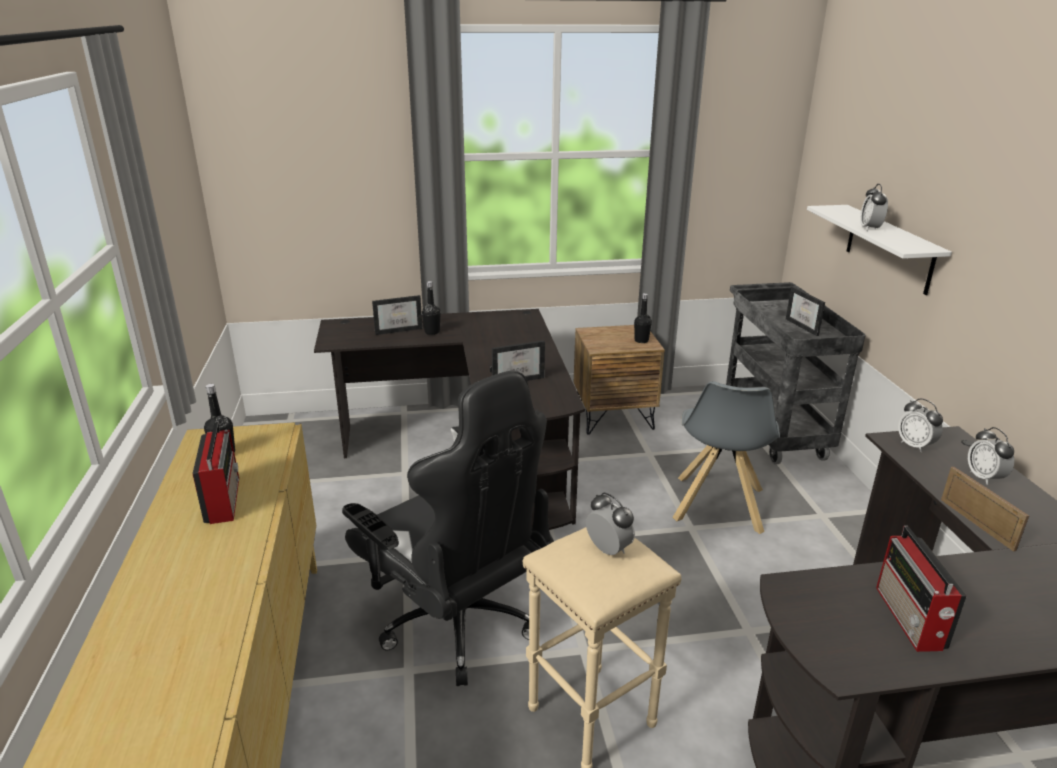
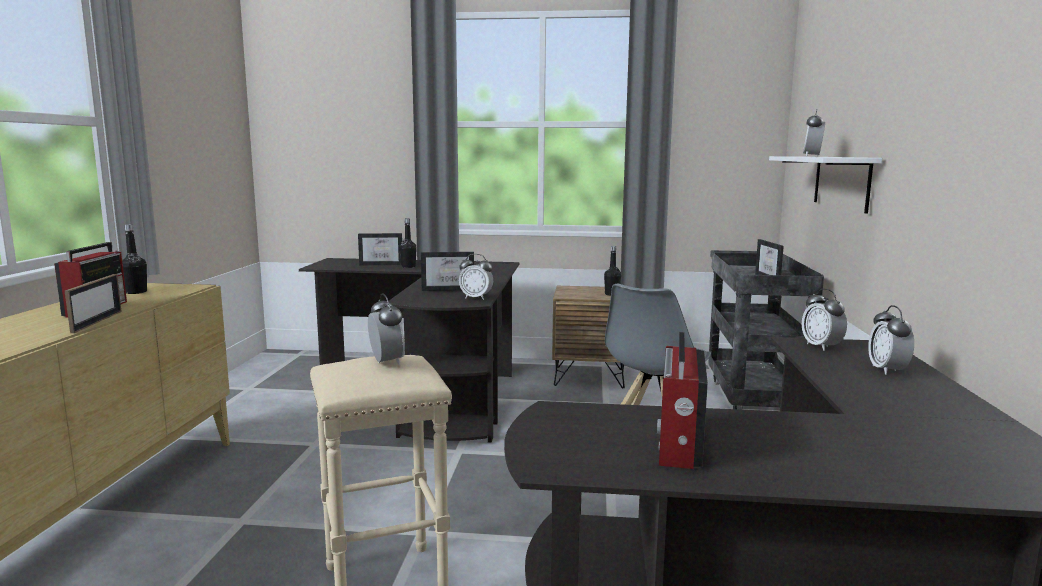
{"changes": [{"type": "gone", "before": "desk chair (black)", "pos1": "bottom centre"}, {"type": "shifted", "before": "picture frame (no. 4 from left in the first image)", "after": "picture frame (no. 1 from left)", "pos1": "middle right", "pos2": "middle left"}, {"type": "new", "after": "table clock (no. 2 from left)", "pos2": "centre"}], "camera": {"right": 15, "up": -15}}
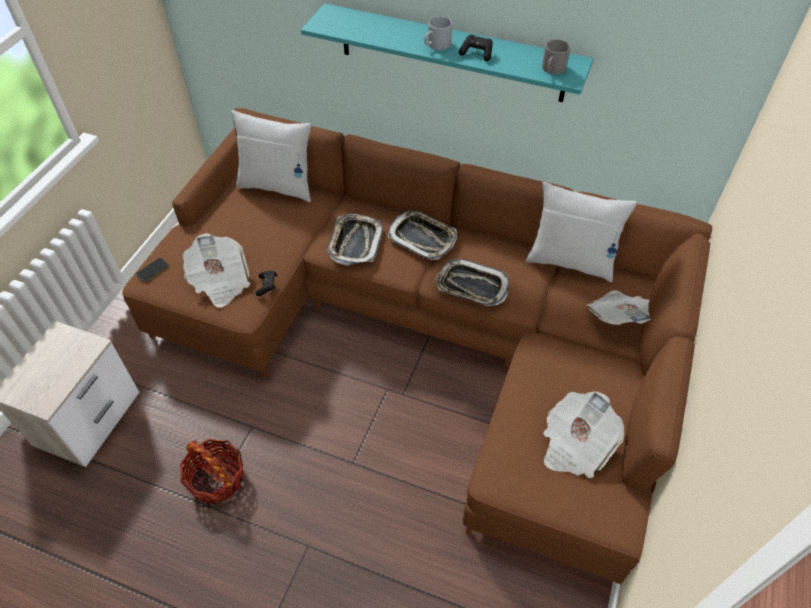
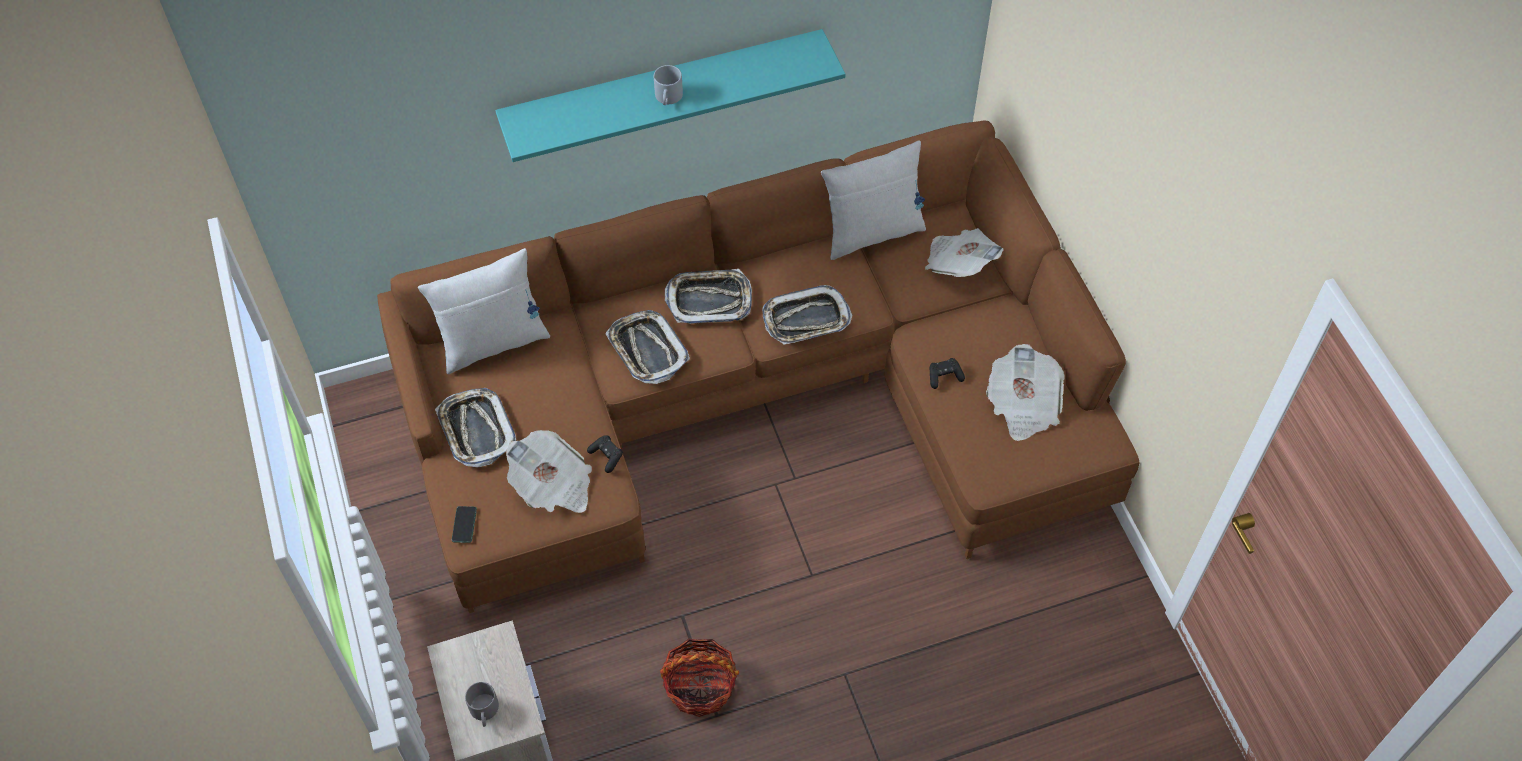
{"changes": [{"type": "shifted", "before": "game controller (black) (no. 2 from left)", "pos1": "top centre", "pos2": "centre"}, {"type": "shifted", "before": "coffee mug (grey) (no. 2 from left in the first image)", "after": "coffee mug (grey) (no. 1 from left)", "pos1": "top right", "pos2": "bottom left"}, {"type": "new", "after": "tray (no. 1 from left)", "pos2": "middle left"}], "camera": {"right": -40, "up": 5}}
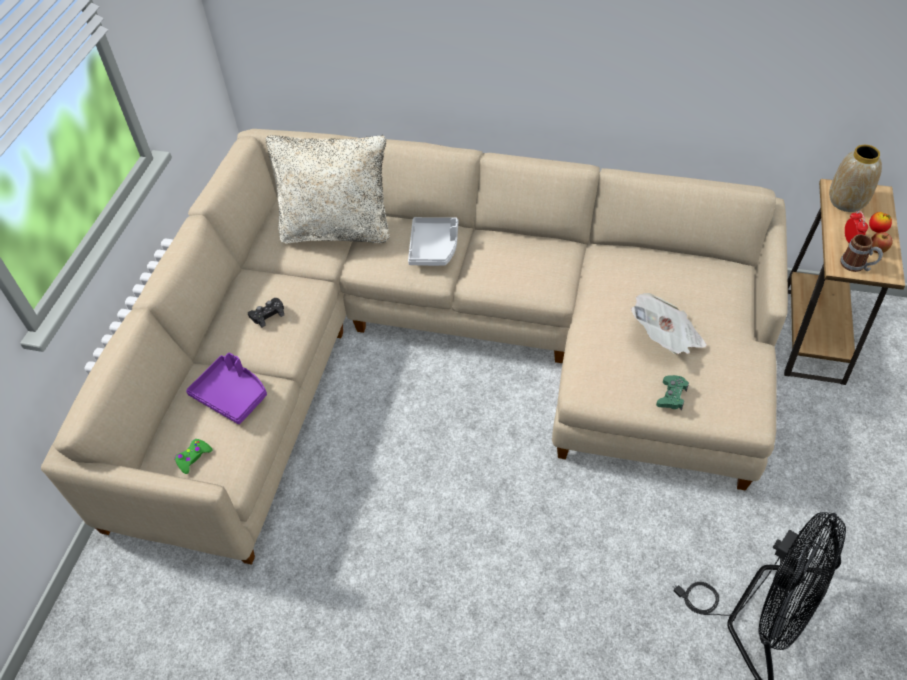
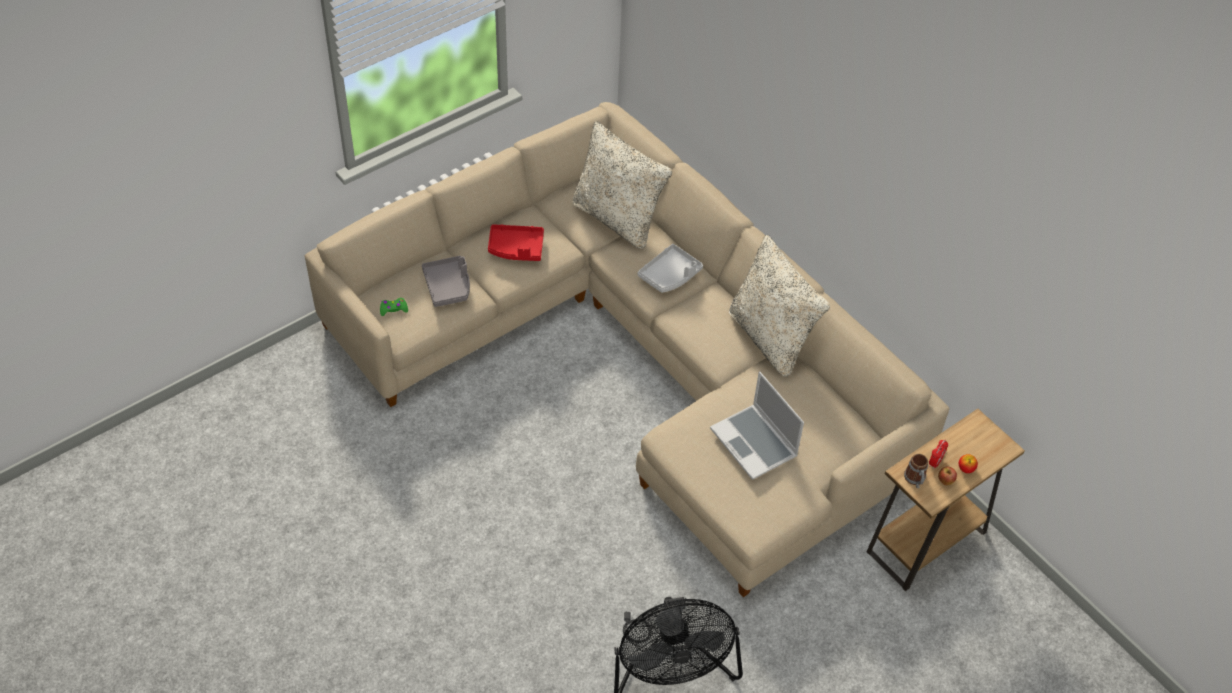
{"changes": [{"type": "gone", "before": "decorative vase", "pos1": "top right"}, {"type": "swapped", "before": "newspaper", "after": "notebook computer", "pos1": "middle right", "pos2": "centre"}, {"type": "swapped", "before": "game controller (black)", "after": "tray (red)", "pos1": "middle left", "pos2": "centre"}, {"type": "repainted", "before": "tray (purple-coloured)", "after": "tray (grey) (no. 1 from left)", "pos1": "middle left", "pos2": "centre"}, {"type": "gone", "before": "game controller (green) (no. 2 from left)", "pos1": "middle right"}, {"type": "new", "after": "throw pillow (beige-coloured) (no. 2 from left)", "pos2": "centre"}], "camera": {"right": 35, "up": 0}}
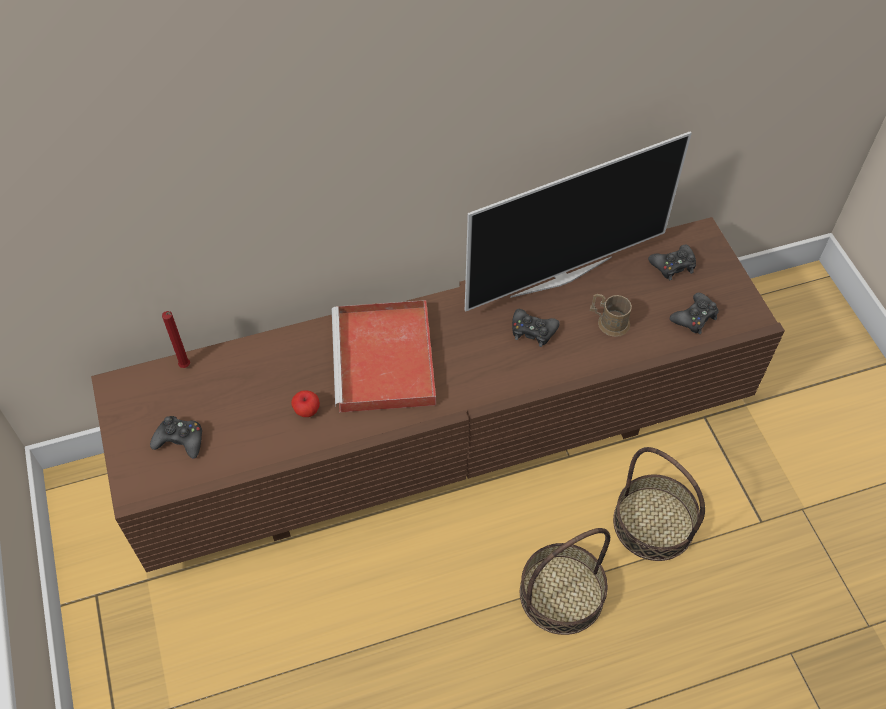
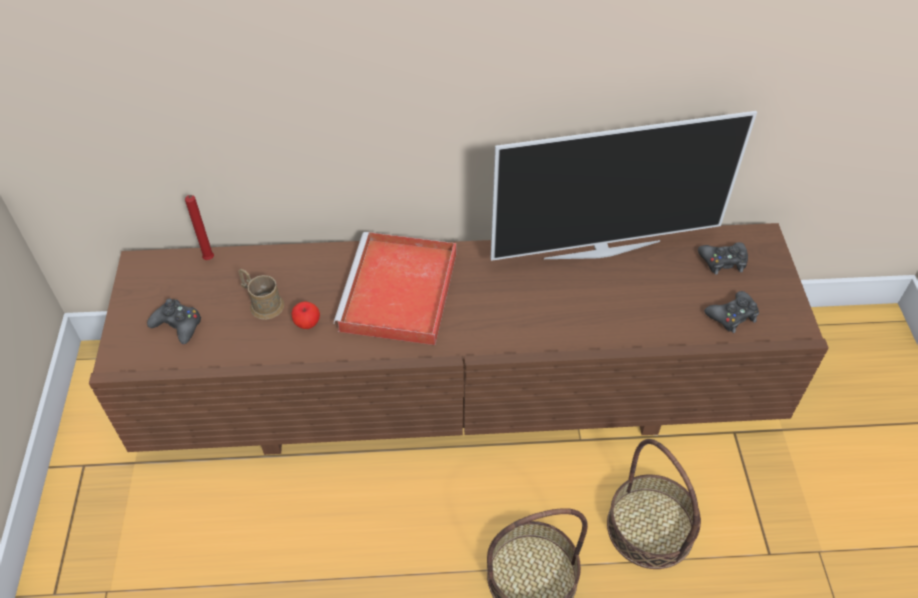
{"changes": [{"type": "shifted", "before": "coffee mug (brown-coloured)", "pos1": "middle right", "pos2": "middle left"}, {"type": "gone", "before": "game controller (black) (no. 2 from left)", "pos1": "centre"}], "camera": {"right": 15, "up": -5}}
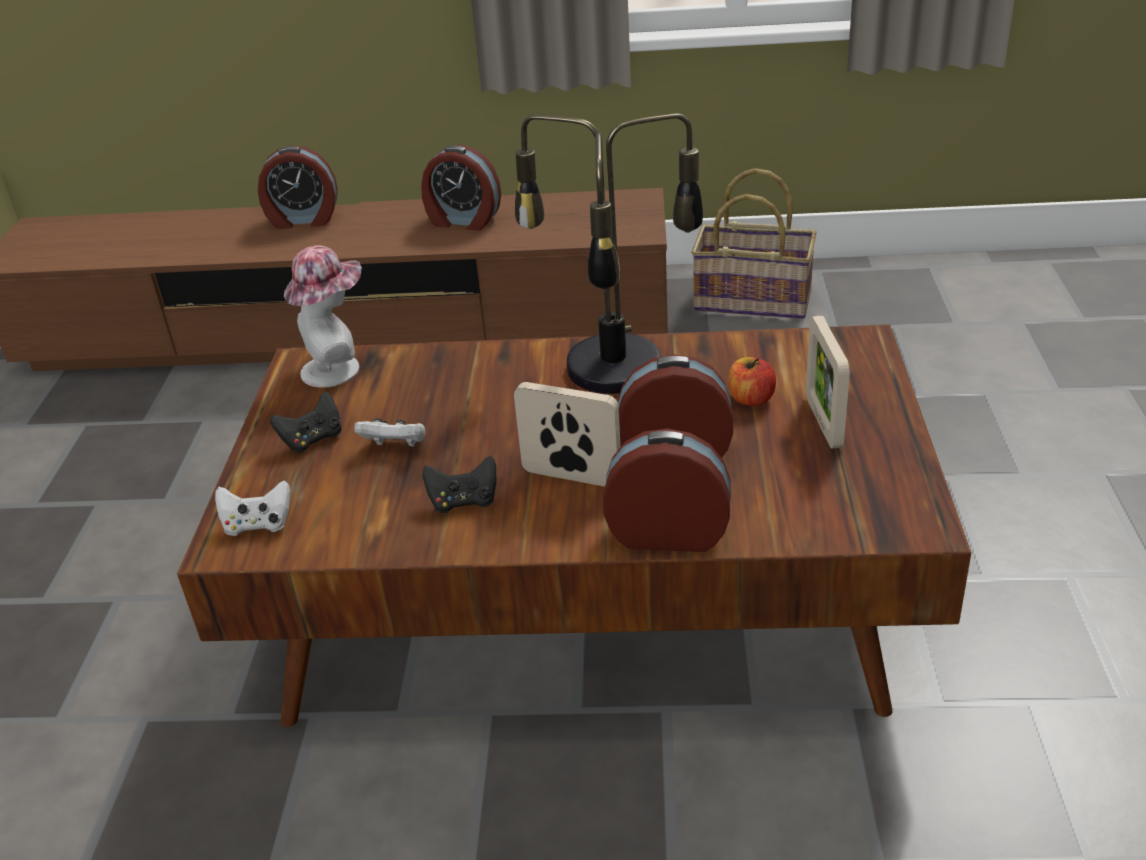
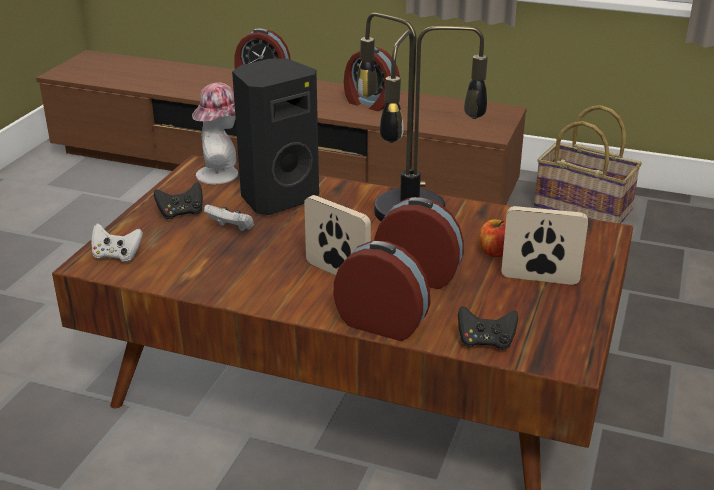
{"changes": [{"type": "rotated", "before": "picture frame (no. 2 from left)", "pos1": "middle right", "pos2": "middle right", "turn": 90}, {"type": "shifted", "before": "game controller (black) (no. 2 from left)", "pos1": "centre", "pos2": "bottom right"}, {"type": "new", "after": "loudspeaker (black)", "pos2": "top centre"}], "camera": {"right": 15, "up": -5}}
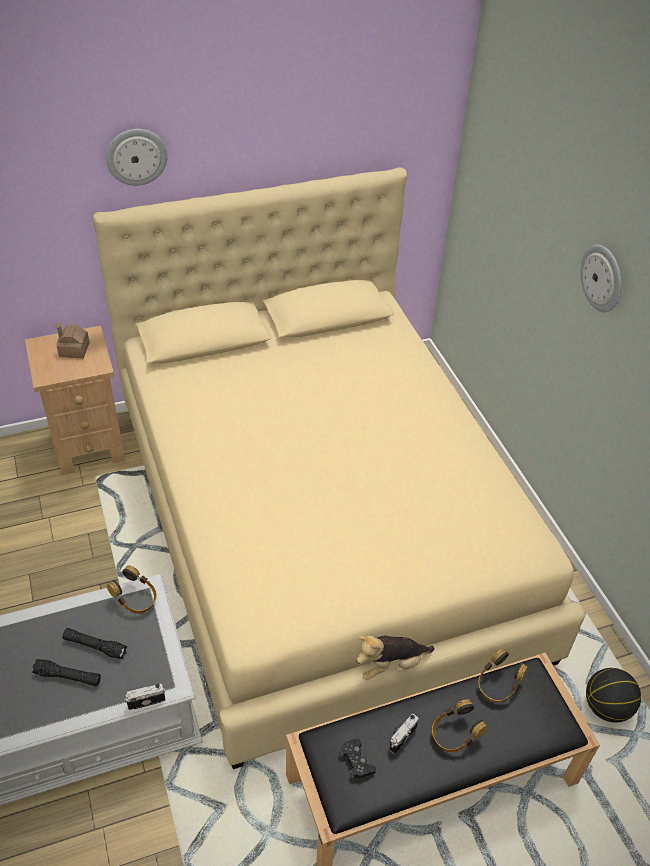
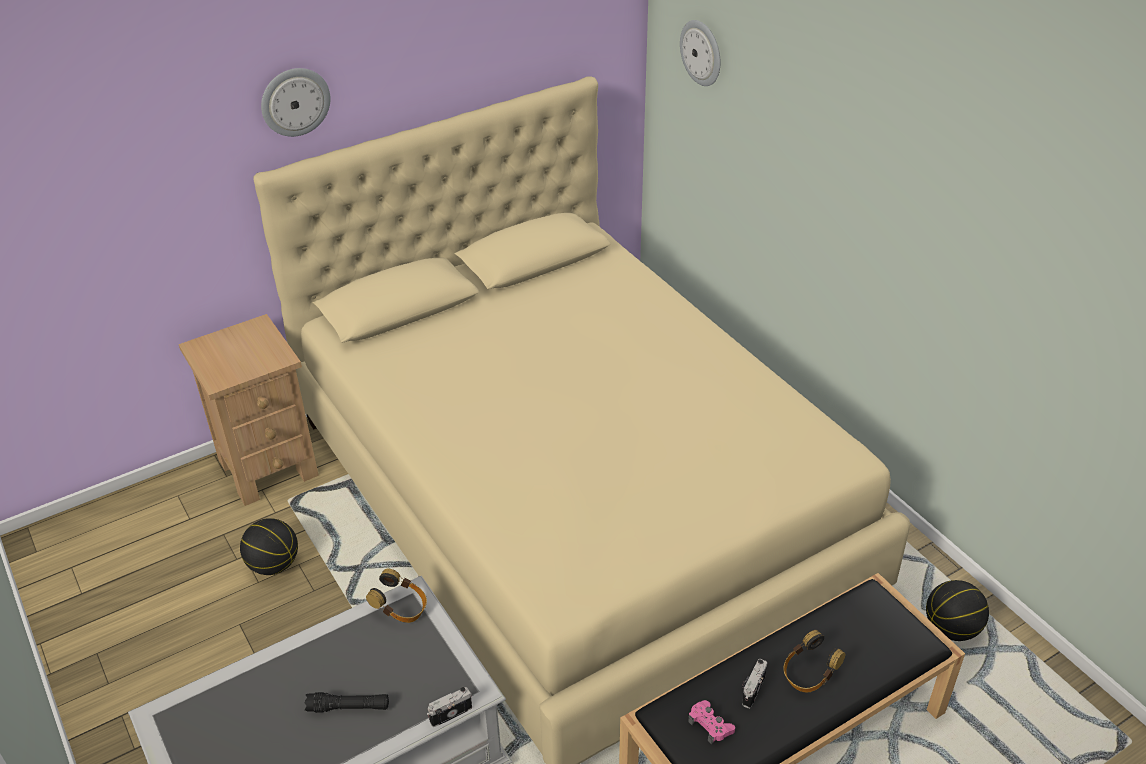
{"changes": [{"type": "shifted", "before": "clock on the wall (no. 2 from left)", "pos1": "top right", "pos2": "top centre"}, {"type": "gone", "before": "miniature house", "pos1": "middle left"}, {"type": "gone", "before": "hand torch (black) (no. 2 from left)", "pos1": "bottom left"}, {"type": "gone", "before": "soft toy", "pos1": "bottom centre"}, {"type": "gone", "before": "headphones (no. 3 from left)", "pos1": "bottom right"}, {"type": "repainted", "before": "game controller (black)", "after": "game controller (pink-coloured)", "pos1": "bottom centre", "pos2": "bottom centre"}, {"type": "new", "after": "basketball ball (no. 1 from left)", "pos2": "bottom left"}], "camera": {"right": -10, "up": -5}}
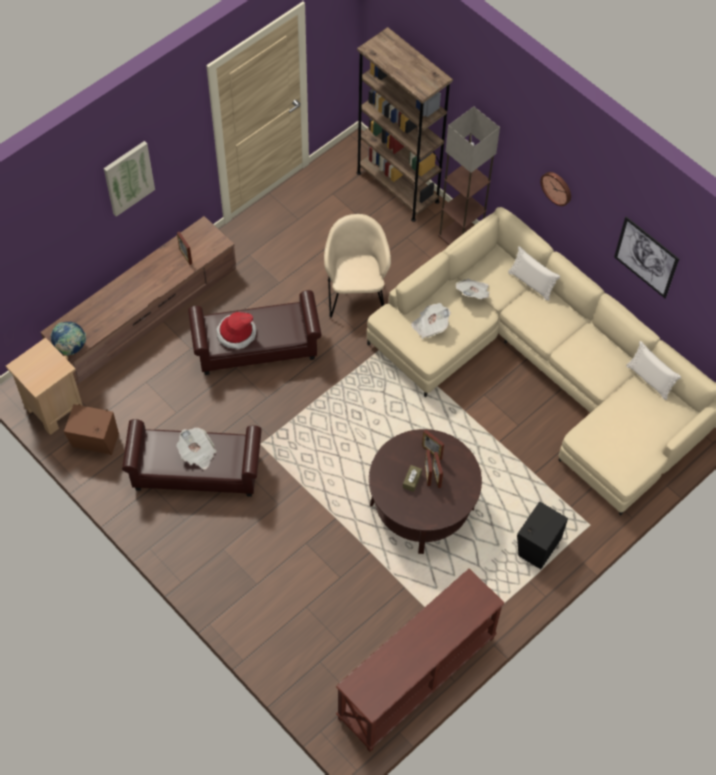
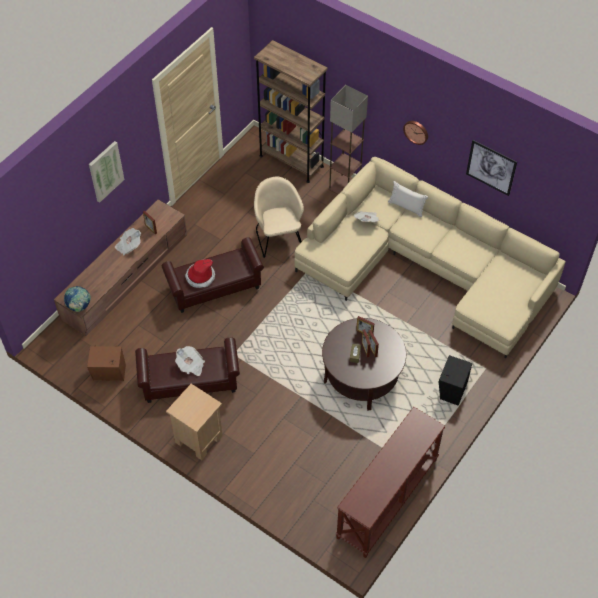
{"changes": [{"type": "shifted", "before": "newspaper (no. 2 from left in the first image)", "after": "newspaper (no. 1 from left)", "pos1": "centre", "pos2": "middle left"}, {"type": "shifted", "before": "nightstand (beige-coloured)", "pos1": "middle left", "pos2": "bottom left"}, {"type": "gone", "before": "throw pillow (whitish) (no. 2 from left)", "pos1": "middle right"}], "camera": {"right": -10, "up": -5}}
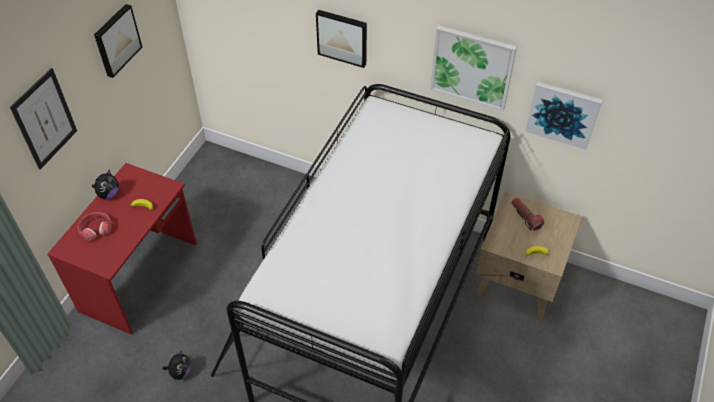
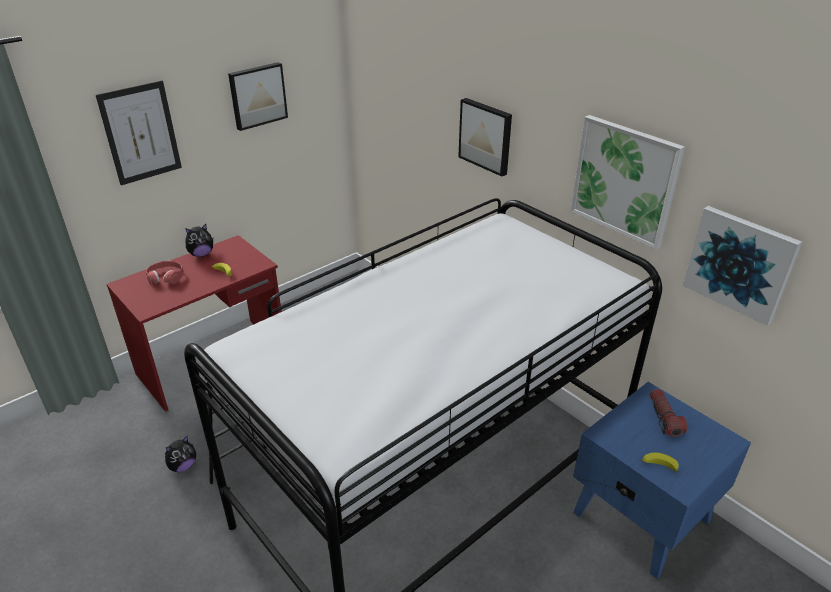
{"changes": [{"type": "repainted", "before": "nightstand (beige-coloured)", "after": "nightstand (blue)", "pos1": "middle right", "pos2": "bottom right"}], "camera": {"right": 25, "up": -15}}
